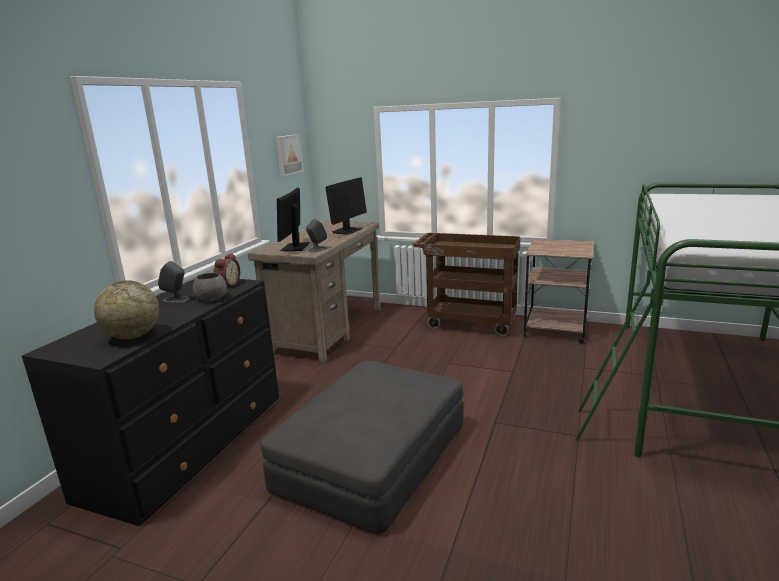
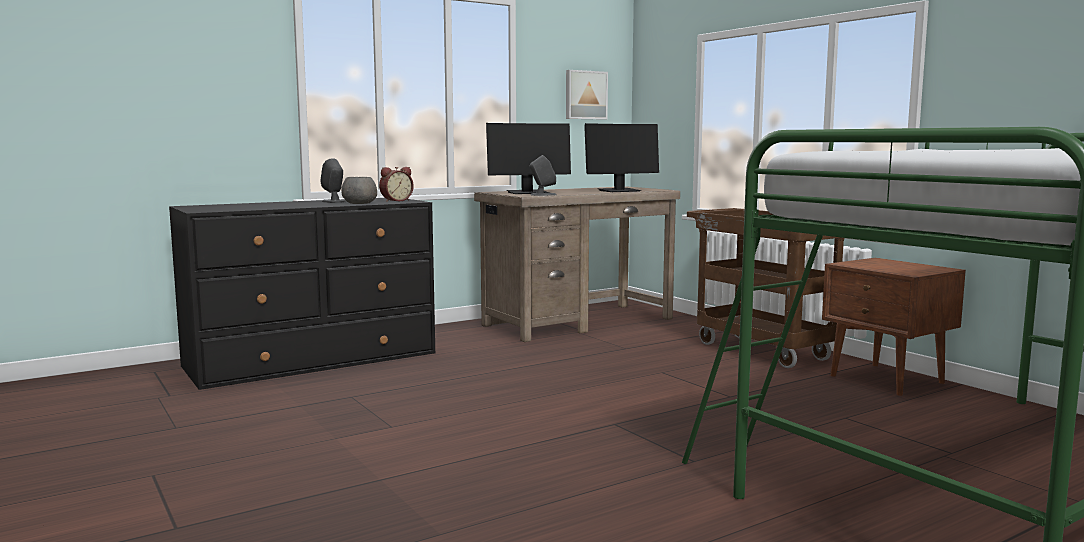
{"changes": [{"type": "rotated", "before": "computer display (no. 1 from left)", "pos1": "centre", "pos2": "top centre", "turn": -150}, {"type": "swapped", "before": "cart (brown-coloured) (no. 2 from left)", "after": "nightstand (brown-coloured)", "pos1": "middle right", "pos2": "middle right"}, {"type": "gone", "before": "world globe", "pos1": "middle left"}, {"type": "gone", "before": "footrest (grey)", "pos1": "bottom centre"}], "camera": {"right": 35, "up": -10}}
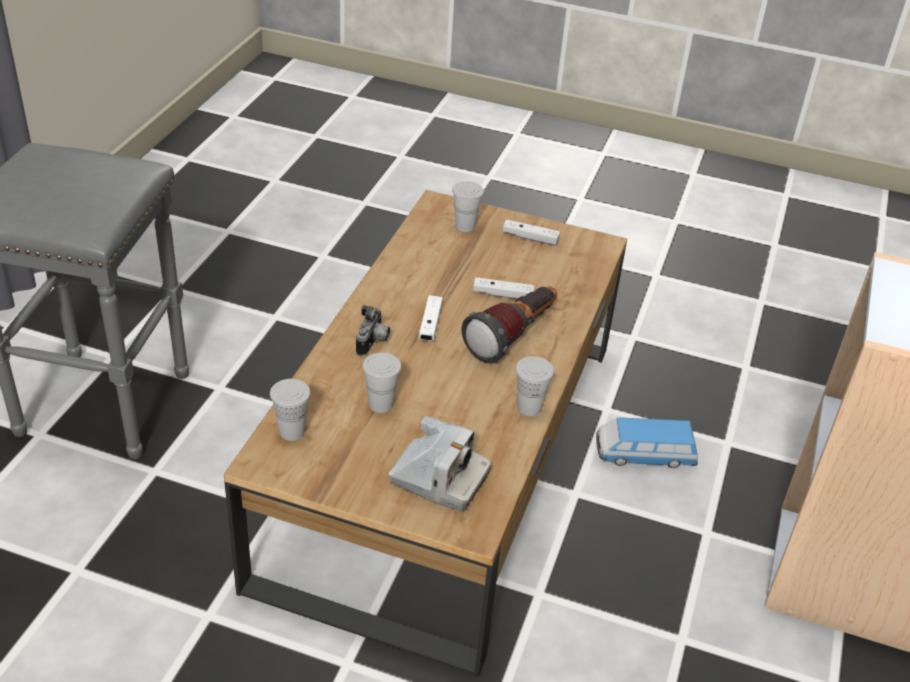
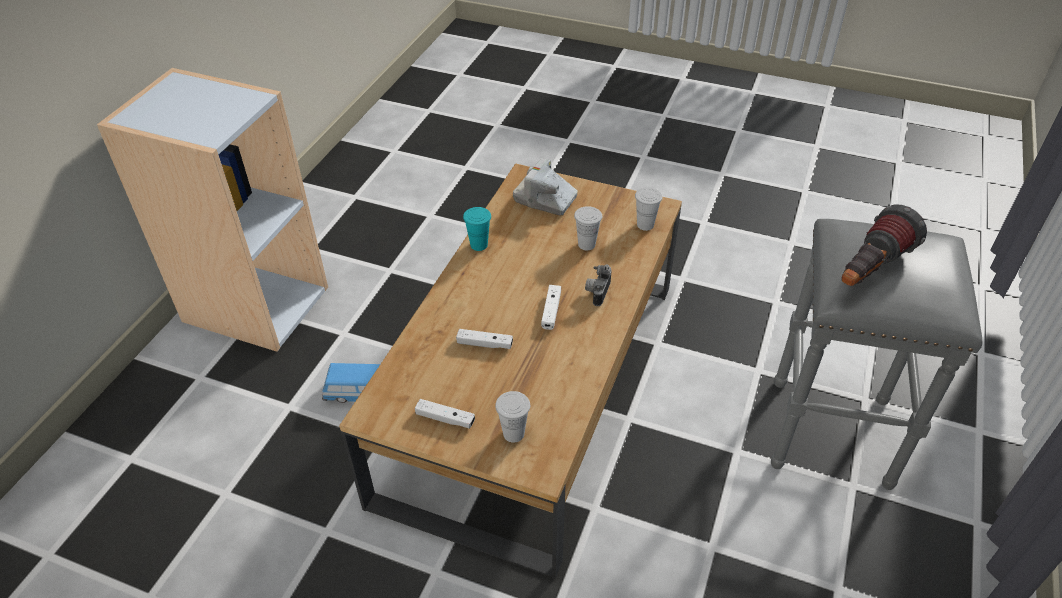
{"changes": [{"type": "shifted", "before": "hand torch", "pos1": "centre", "pos2": "middle right"}, {"type": "repainted", "before": "small cup (whitish) (no. 4 from left)", "after": "small cup (turquoise)", "pos1": "centre", "pos2": "centre"}], "camera": {"right": -175, "up": 5}}
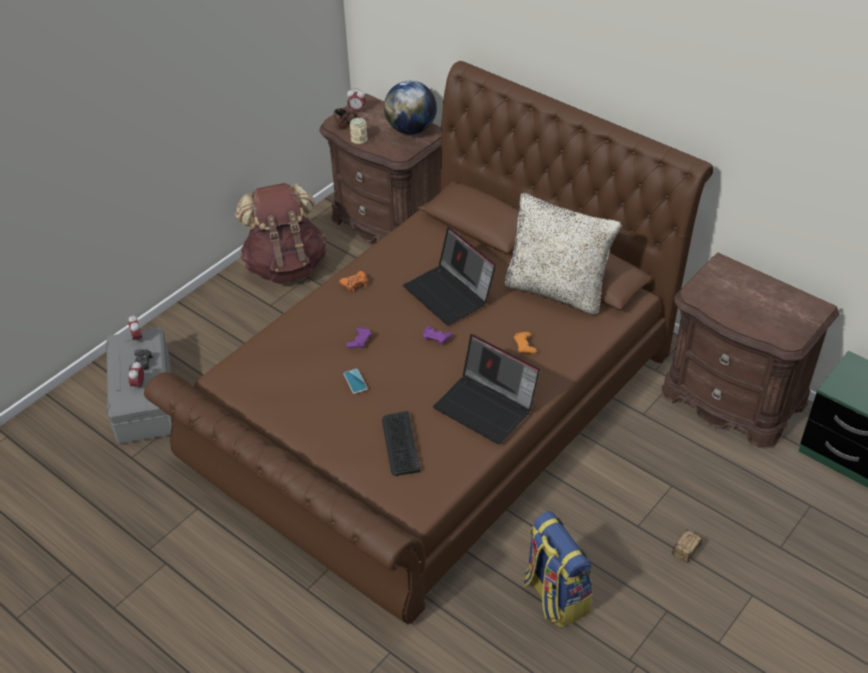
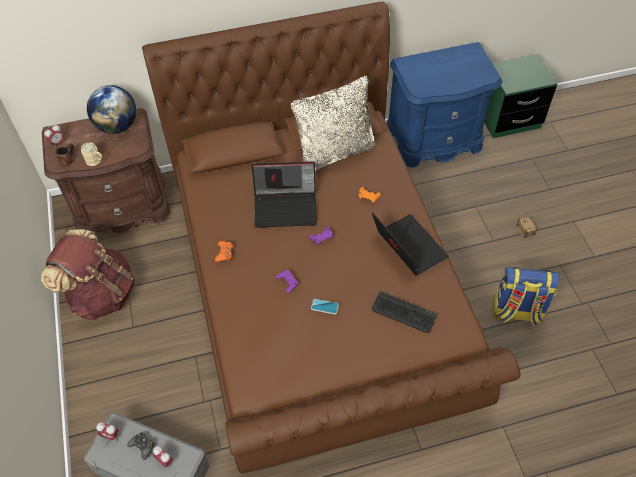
{"changes": [{"type": "repainted", "before": "nightstand (brown-coloured) (no. 2 from left)", "after": "nightstand (blue)", "pos1": "middle right", "pos2": "top right"}, {"type": "rotated", "before": "notebook computer (no. 2 from left)", "pos1": "centre", "pos2": "centre", "turn": -105}], "camera": {"right": -55, "up": 10}}
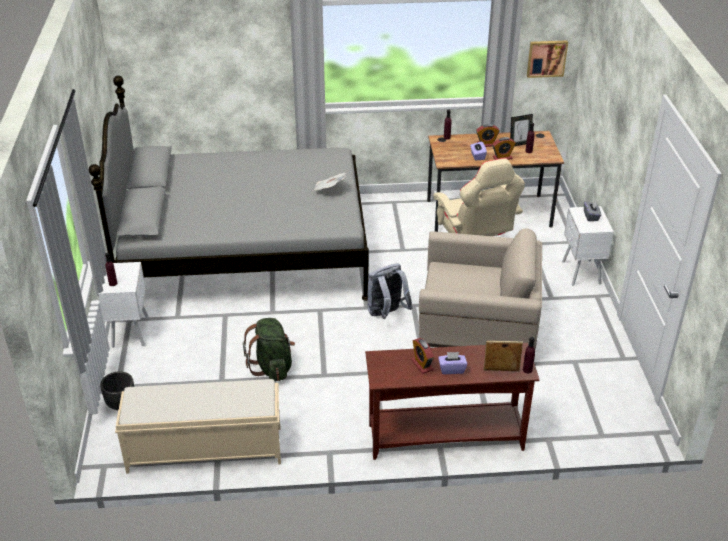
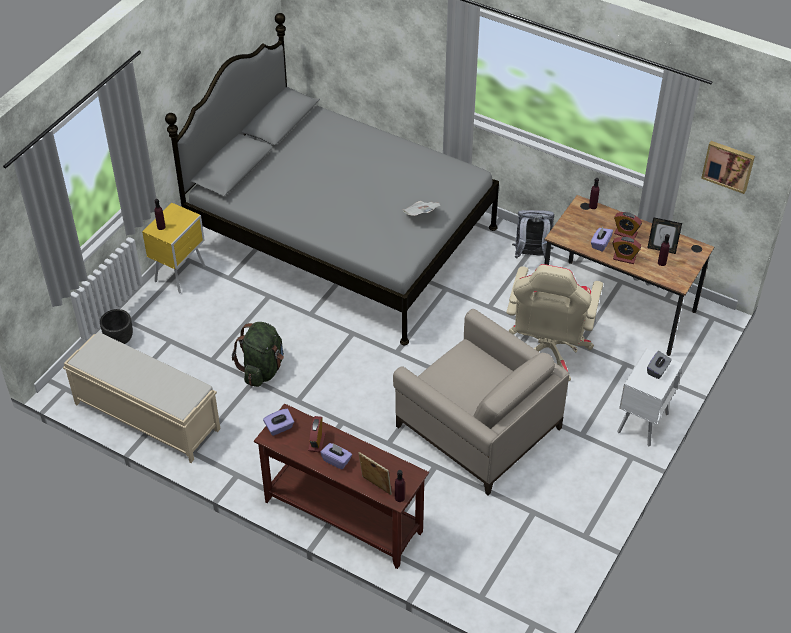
{"changes": [{"type": "repainted", "before": "nightstand (whitish) (no. 1 from left)", "after": "nightstand (yellowish)", "pos1": "middle left", "pos2": "middle left"}, {"type": "shifted", "before": "rucksack (grey)", "pos1": "centre", "pos2": "middle right"}, {"type": "new", "after": "tissue box (purple-coloured) (no. 1 from left)", "pos2": "bottom centre"}], "camera": {"right": 35, "up": 10}}
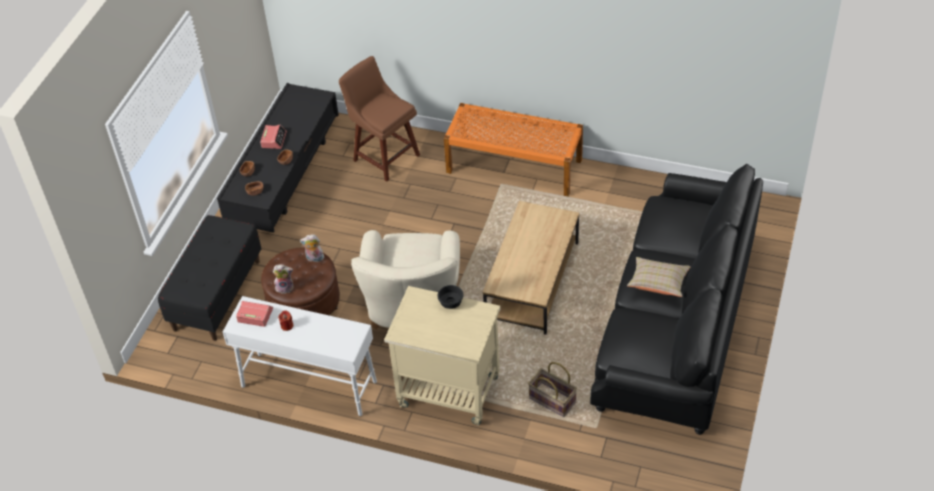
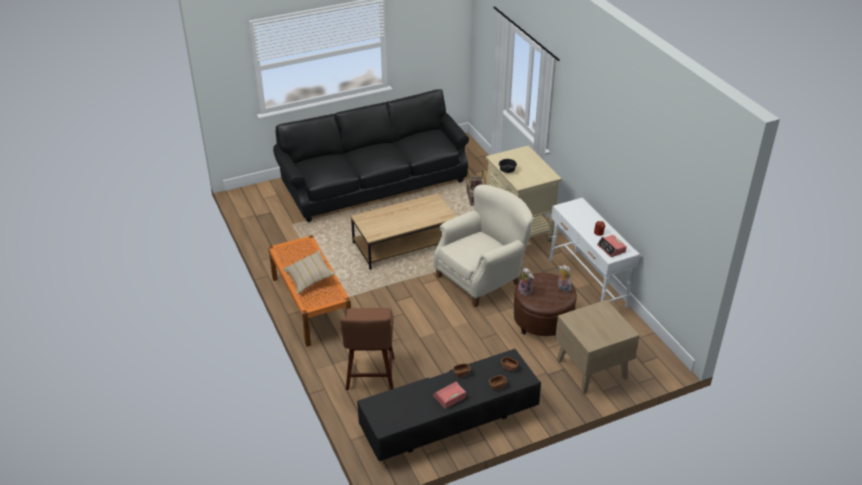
{"changes": [{"type": "swapped", "before": "long seat (black)", "after": "nightstand (beige-coloured)", "pos1": "middle left", "pos2": "bottom right"}, {"type": "shifted", "before": "throw pillow (beige-coloured)", "pos1": "middle right", "pos2": "centre"}], "camera": {"right": -135, "up": -10}}
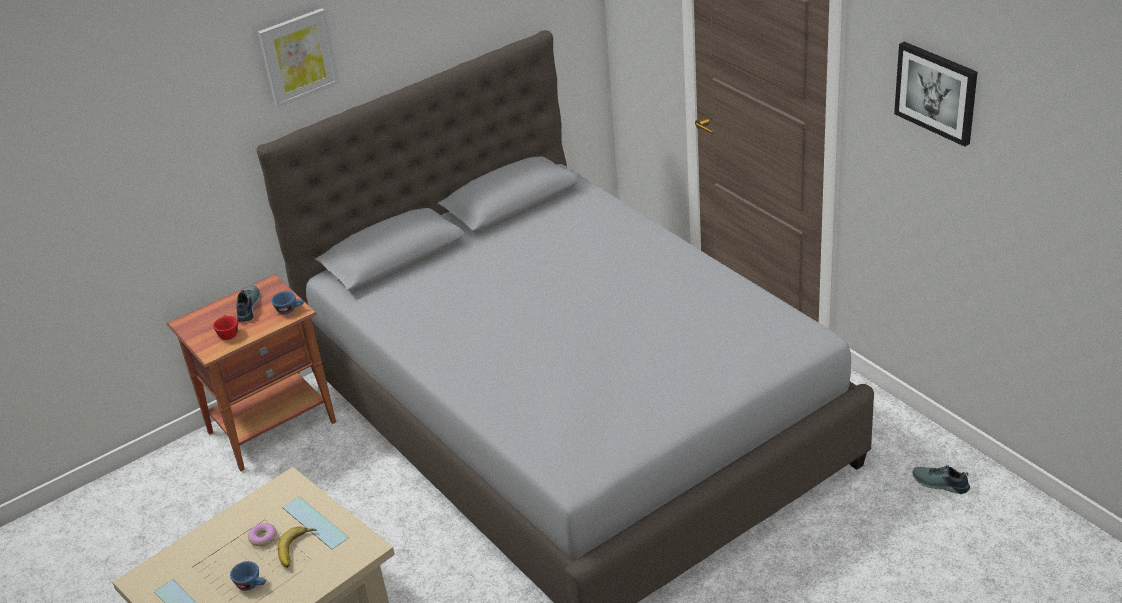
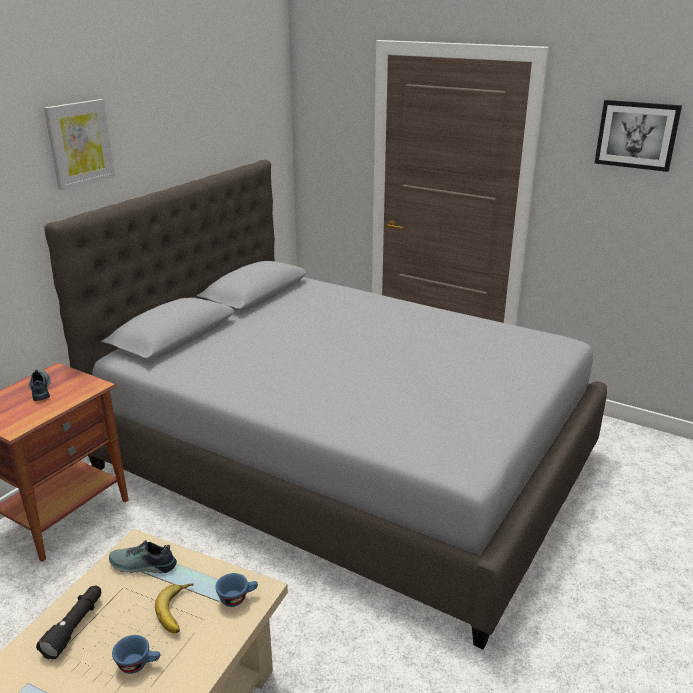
{"changes": [{"type": "shifted", "before": "small cup (blue) (no. 2 from left)", "pos1": "middle left", "pos2": "bottom centre"}, {"type": "gone", "before": "small cup (red)", "pos1": "middle left"}, {"type": "shifted", "before": "low shoe (no. 2 from left)", "pos1": "bottom right", "pos2": "bottom left"}, {"type": "gone", "before": "donut", "pos1": "bottom left"}, {"type": "new", "after": "hand torch (black)", "pos2": "bottom left"}], "camera": {"right": -25, "up": -10}}
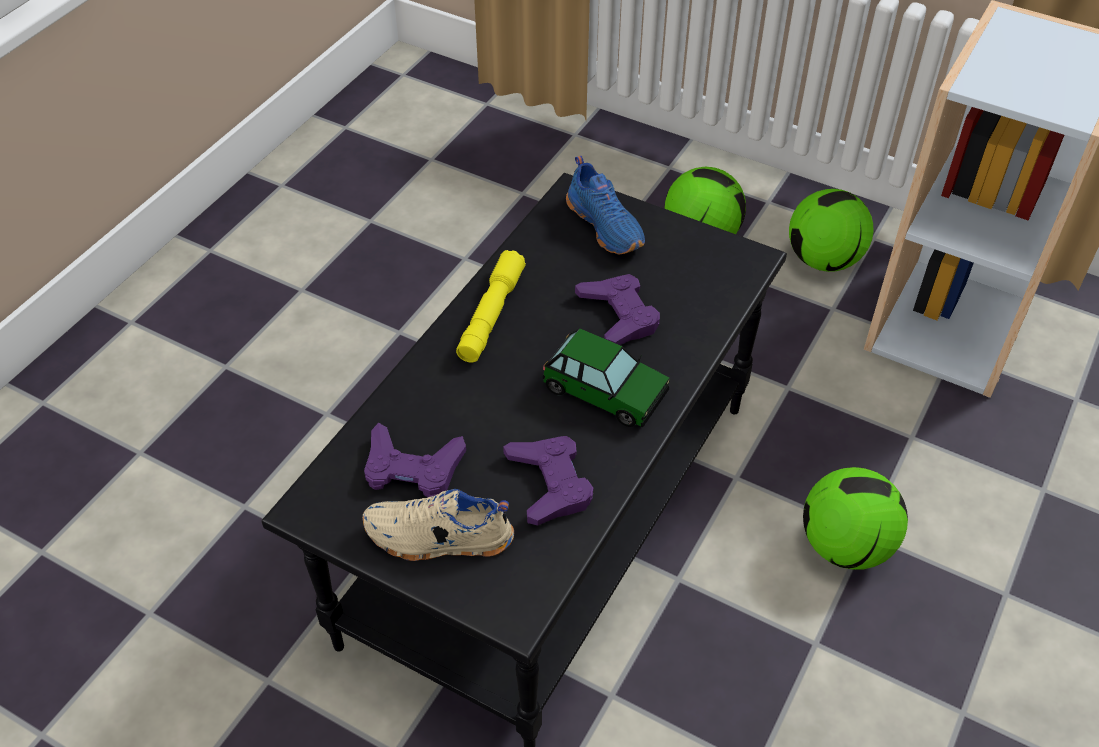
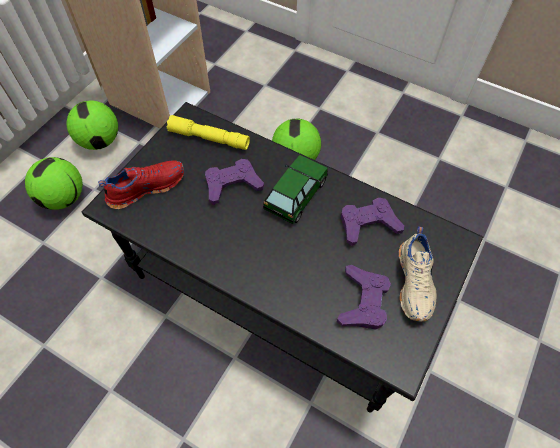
{"changes": [{"type": "repainted", "before": "low shoe (blue)", "after": "low shoe (red)", "pos1": "top centre", "pos2": "middle left"}, {"type": "shifted", "before": "hand torch (yellowish)", "pos1": "centre", "pos2": "top centre"}], "camera": {"right": -90, "up": 10}}
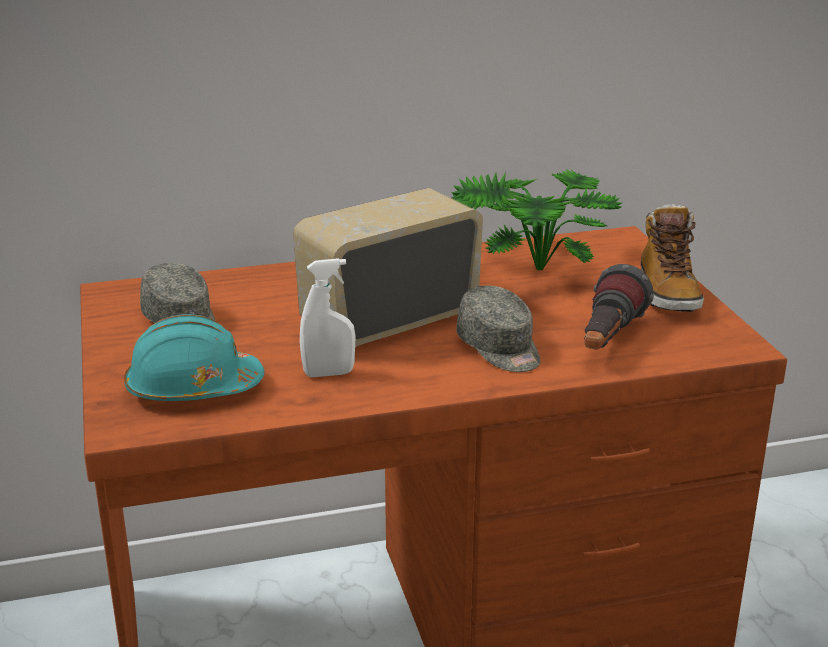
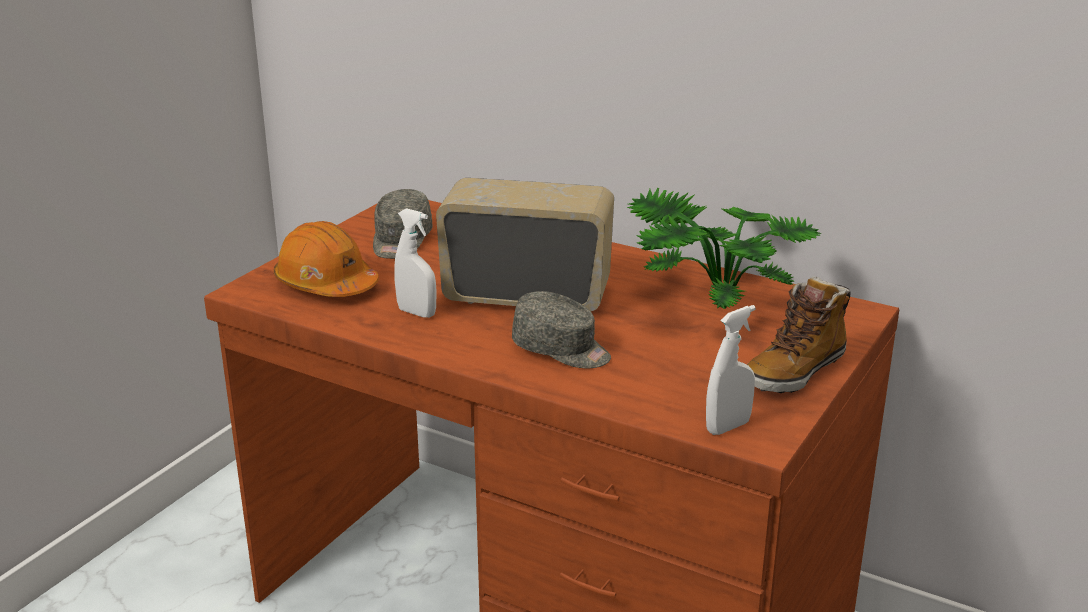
{"changes": [{"type": "gone", "before": "hand torch", "pos1": "middle right"}, {"type": "rotated", "before": "cap (grey) (no. 2 from left)", "pos1": "centre", "pos2": "centre", "turn": -75}, {"type": "repainted", "before": "safety helmet (turquoise)", "after": "safety helmet (orange)", "pos1": "middle left", "pos2": "middle left"}, {"type": "new", "after": "sprayer (whitish) (no. 2 from left)", "pos2": "middle right"}], "camera": {"right": 45, "up": 0}}
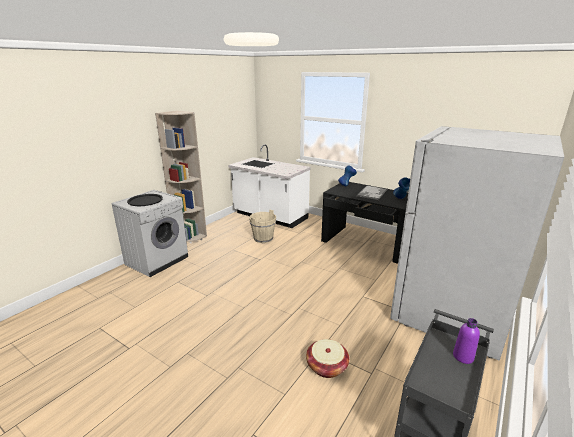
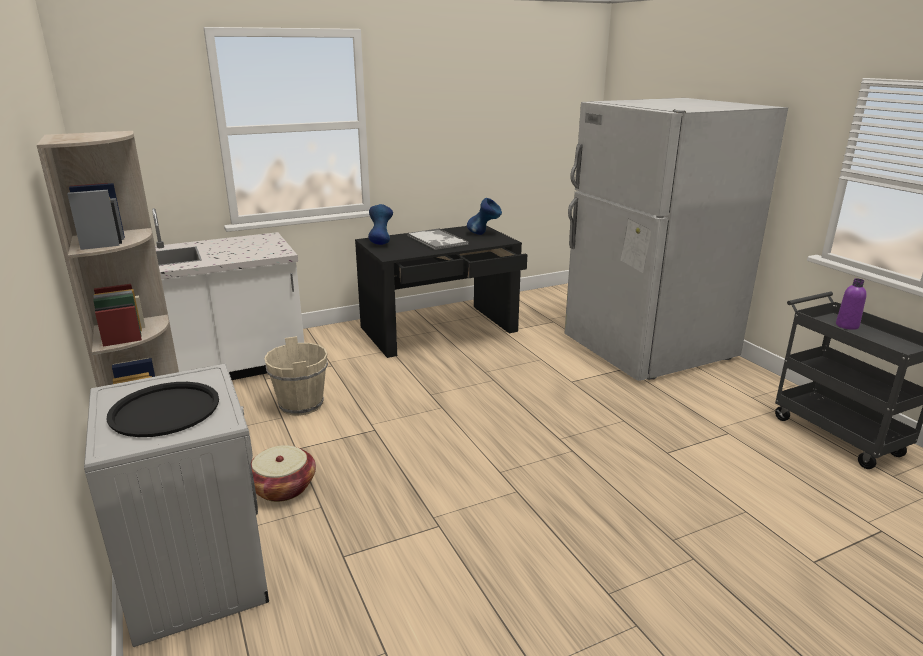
{"changes": [{"type": "shifted", "before": "household basket", "pos1": "bottom centre", "pos2": "bottom left"}], "camera": {"right": -60, "up": 0}}
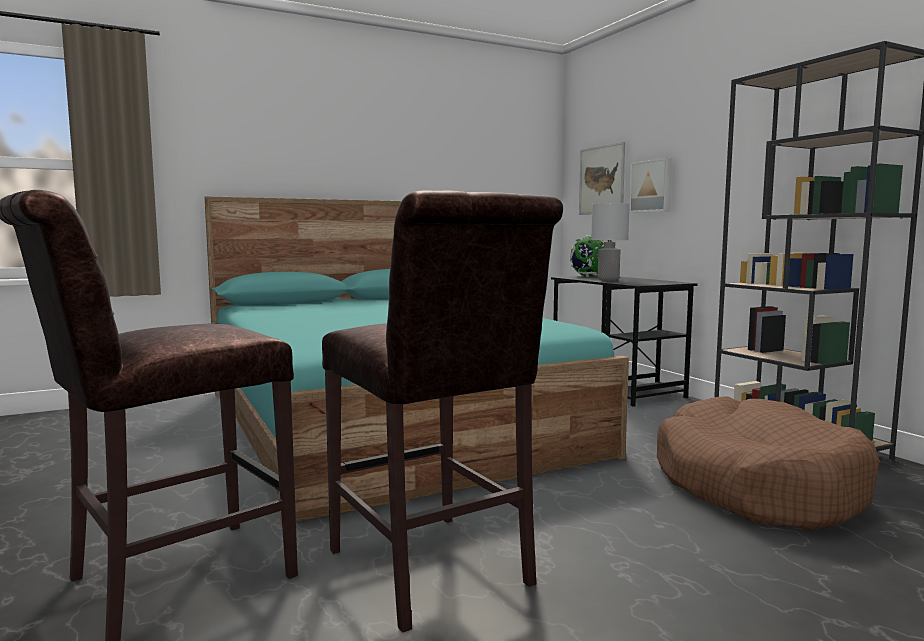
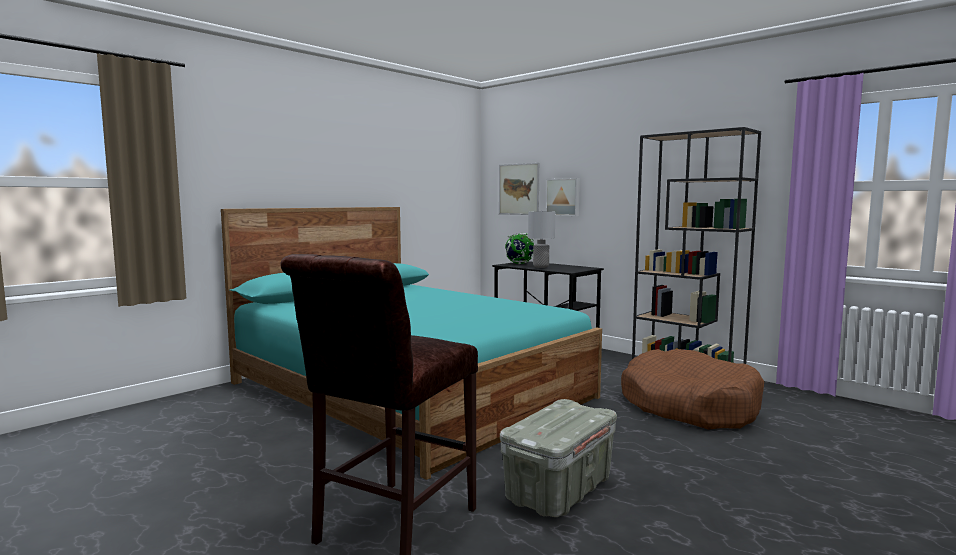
{"changes": [{"type": "swapped", "before": "stool seat (brown-coloured) (no. 2 from left)", "after": "storage box (grey)", "pos1": "centre", "pos2": "bottom centre"}], "camera": {"right": -20, "up": 0}}
